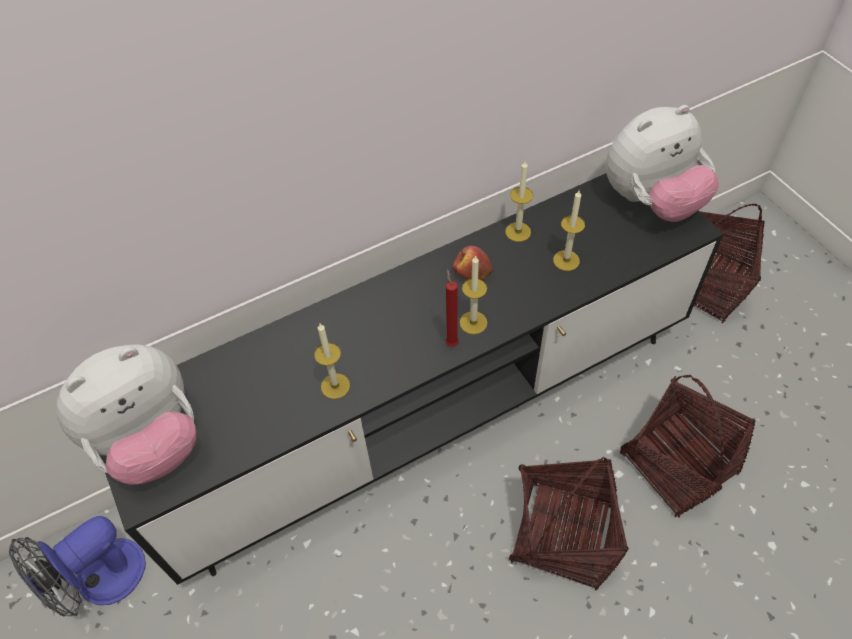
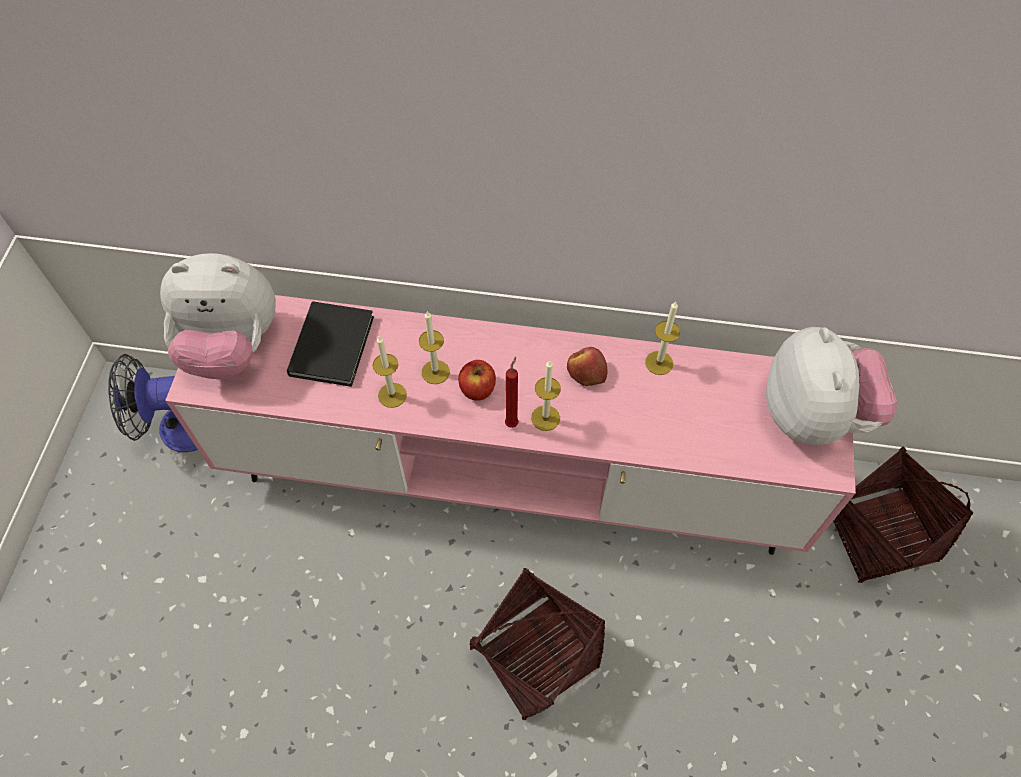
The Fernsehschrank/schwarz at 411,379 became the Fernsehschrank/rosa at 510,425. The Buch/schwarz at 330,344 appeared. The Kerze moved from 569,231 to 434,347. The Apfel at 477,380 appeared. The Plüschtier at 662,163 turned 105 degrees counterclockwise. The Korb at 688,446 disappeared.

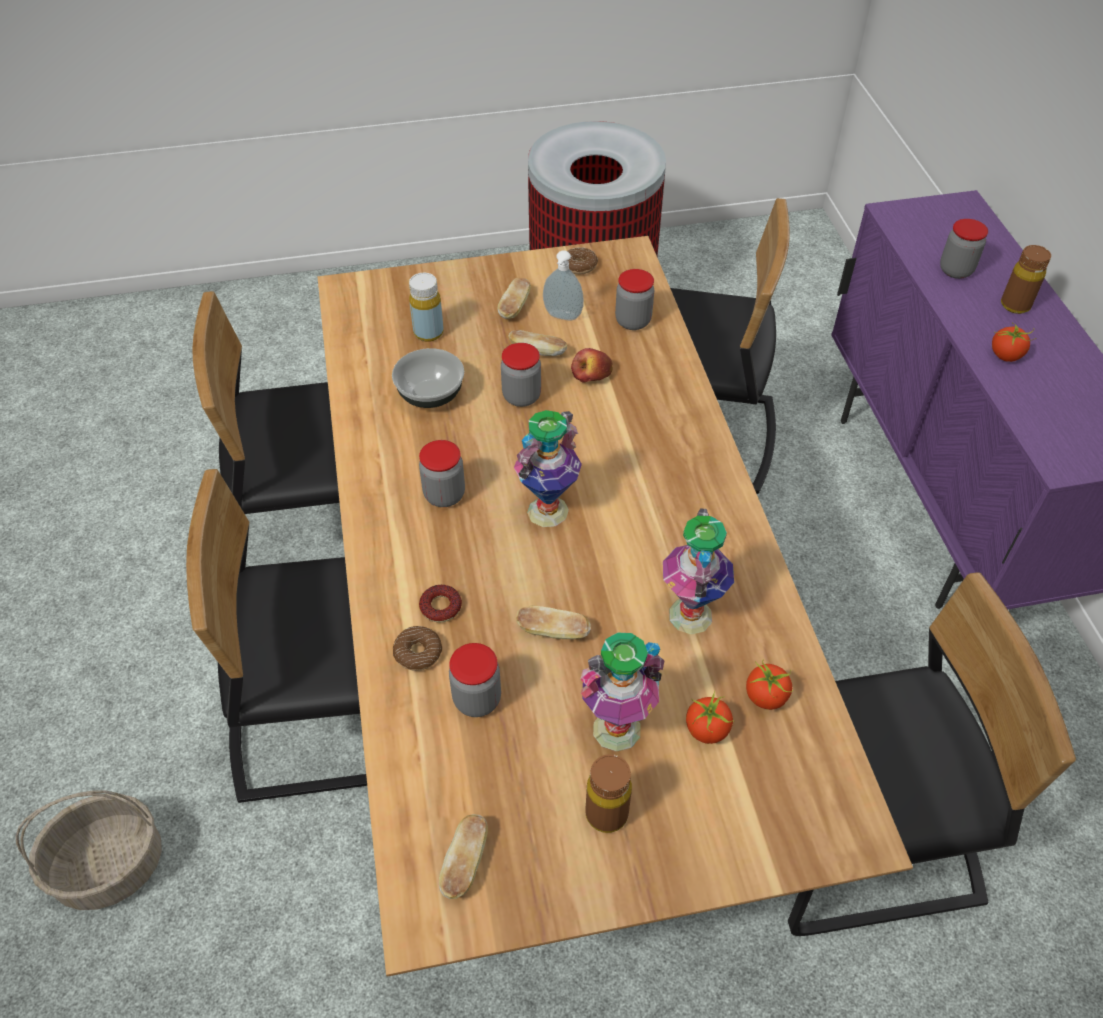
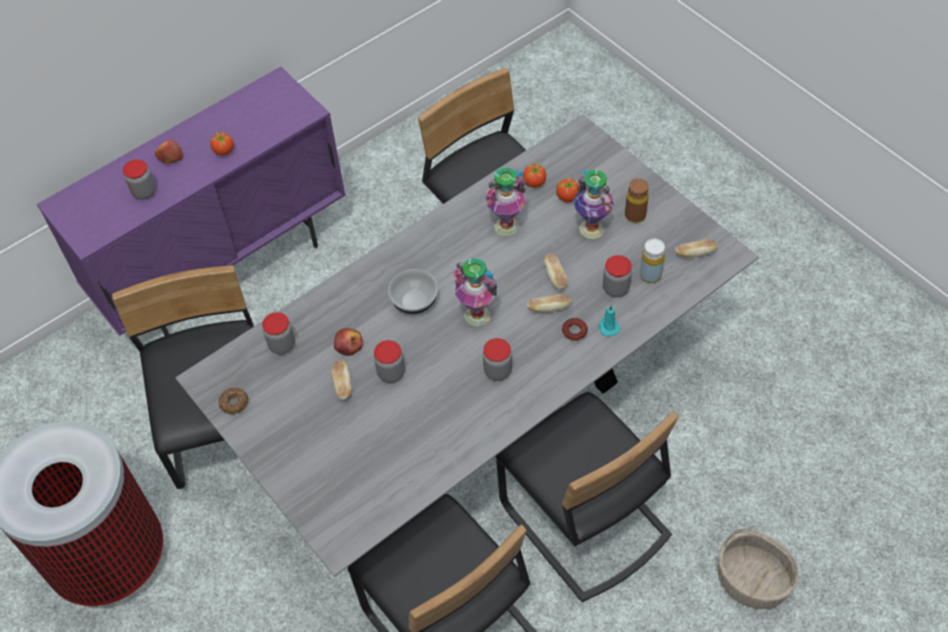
The Flasche/braun at 1026,279 was replaced by the Apfel at 169,152. The Esstisch/braun at 615,606 became the Esstisch/grau at 467,345. The Schüssel moved from 428,378 to 413,291. The Brot moved from 514,298 to 549,303. The Donut at 417,648 was replaced by the Kerze/türkis at 609,320. The Flasche/gelb moved from 426,307 to 652,261. The Seifenspender at 563,285 disappeared.

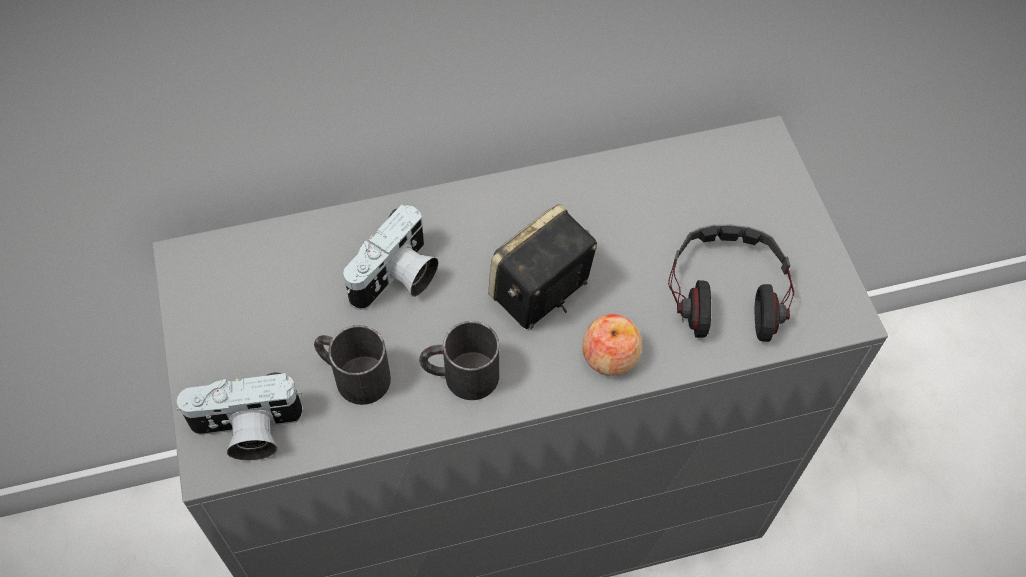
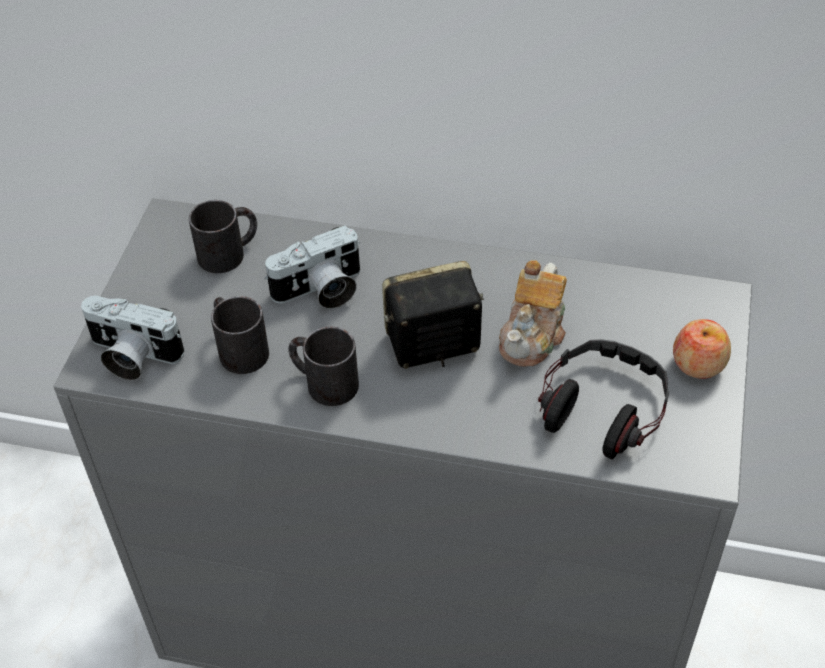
The Henkelbecher/schwarz at 223,236 appeared. The Teekanne at 533,313 appeared. The Apfel moved from 612,345 to 702,349.

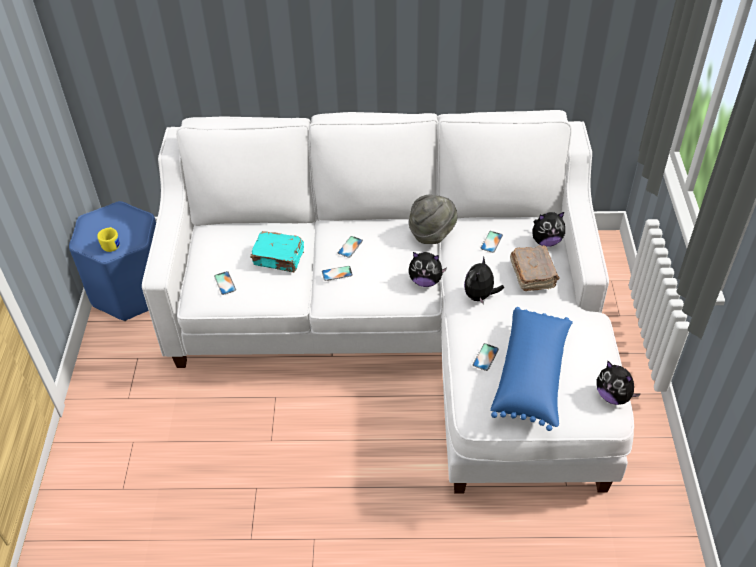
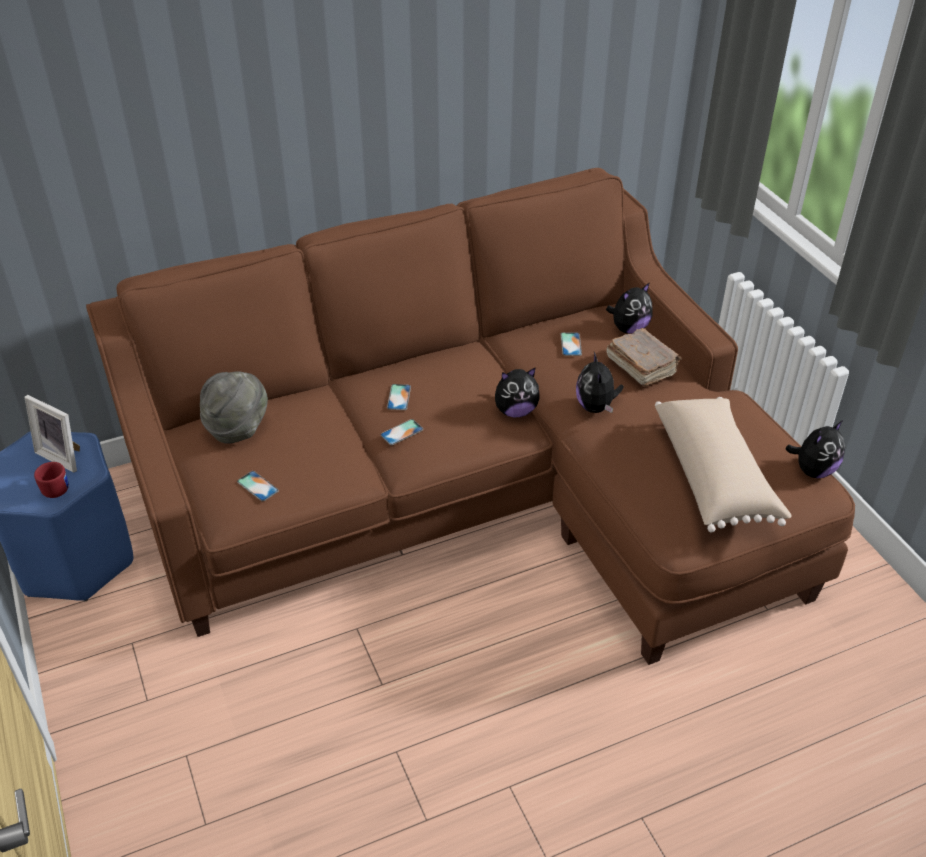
The Bilderrahmen at 52,433 appeared. The Henkelbecher/gelb at 108,239 became the Henkelbecher/rot at 51,480. The Sofa/weiß at 388,302 became the Sofa/braun at 470,416. The Hut/grau moved from 433,219 to 234,408. The Kissen/blau at 531,369 became the Kissen/beige at 723,465. The Plüschtier at 618,383 turned 60 degrees counterclockwise. The Buch/türkis at 277,252 disappeared. The Handy at 486,357 disappeared.

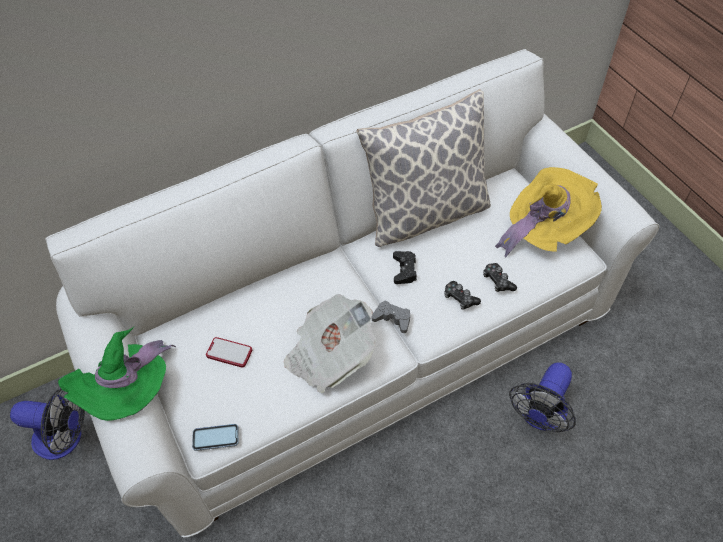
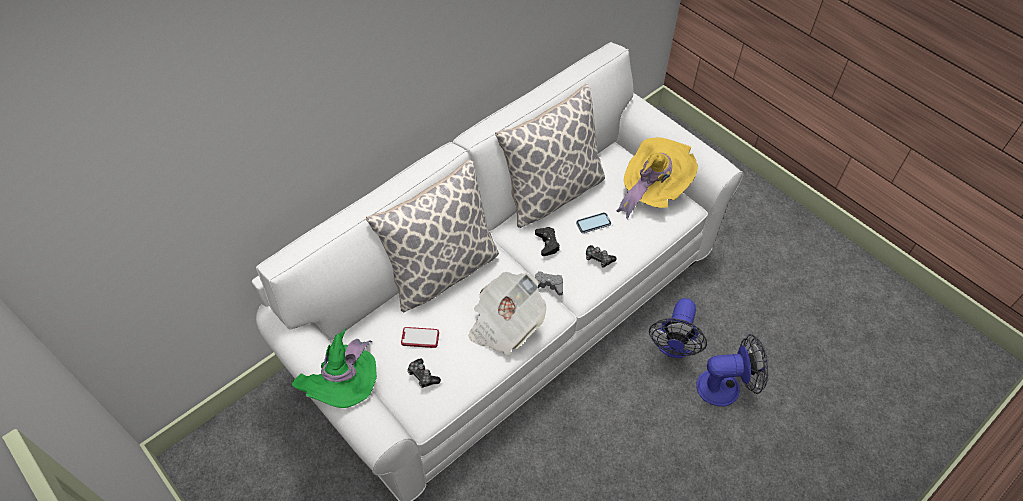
The Kissen at 432,235 appeared. The Gamepad moved from 500,277 to 424,373. The Handy moved from 215,437 to 593,223. The Ventilator moved from 47,424 to 732,370.

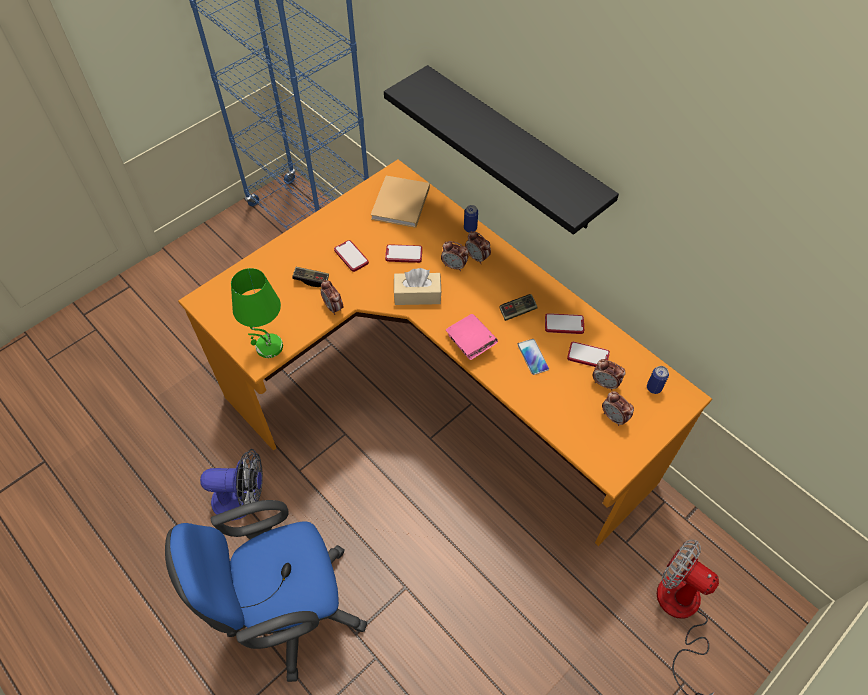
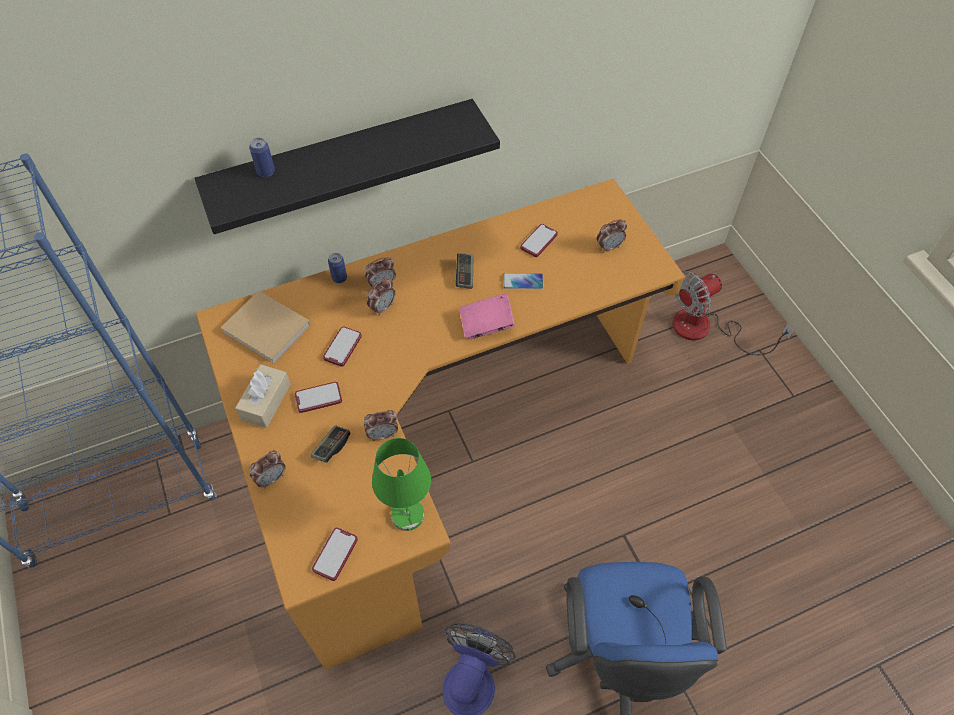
The Taschentuchbox/beige moved from 418,286 to 263,396. The Dose moved from 658,380 to 262,157. The Wecker moved from 609,375 to 267,469. The Handy moved from 564,323 to 335,554.

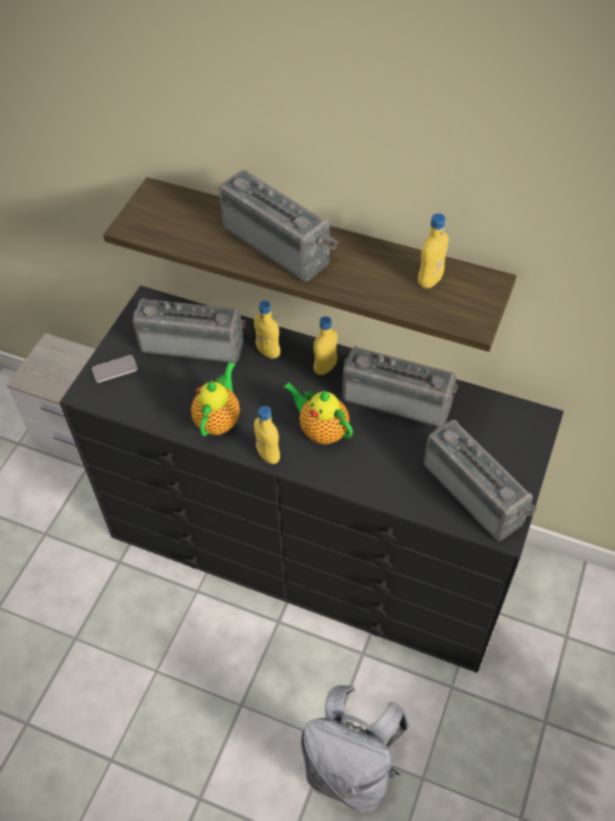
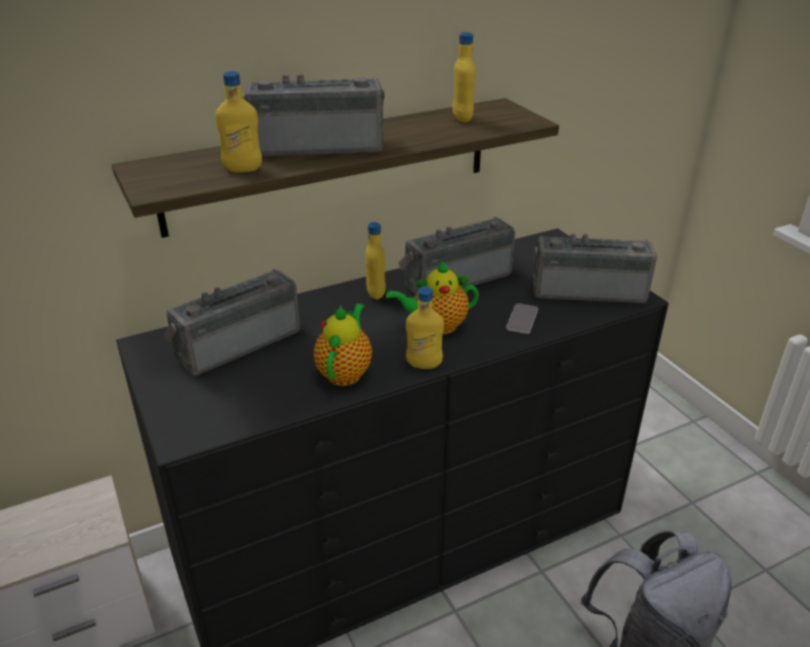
The Flasche/gelb moved from 267,330 to 238,121. The Teekanne at 215,399 turned 45 degrees clockwise. The Handy moved from 114,369 to 522,318.

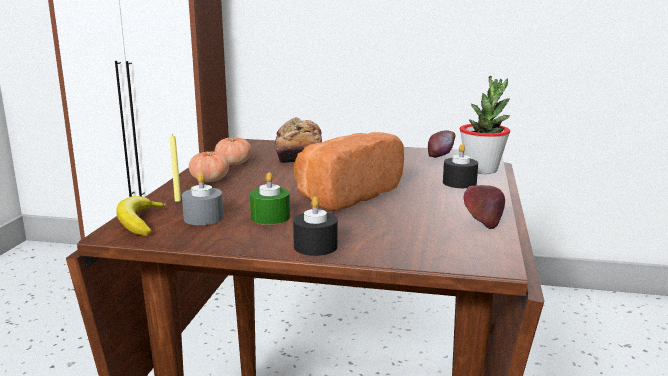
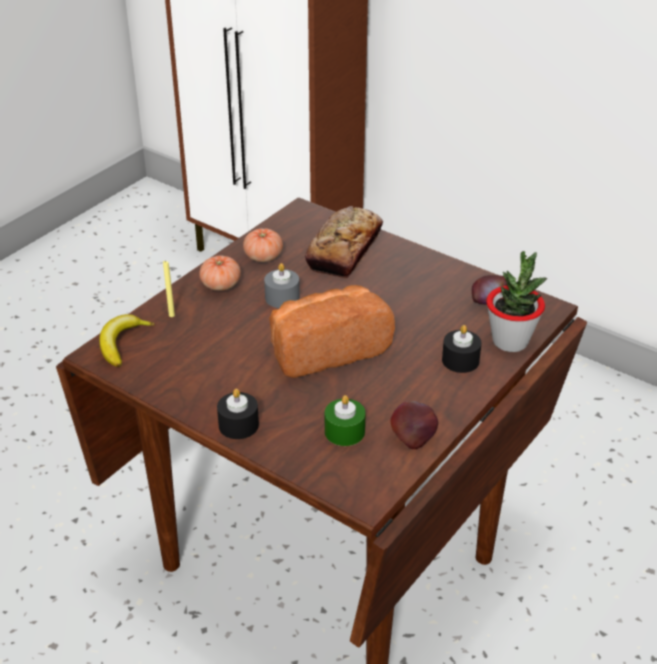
The Kerze/grau moved from 203,199 to 282,285. The Kerze/grün moved from 270,198 to 345,420.

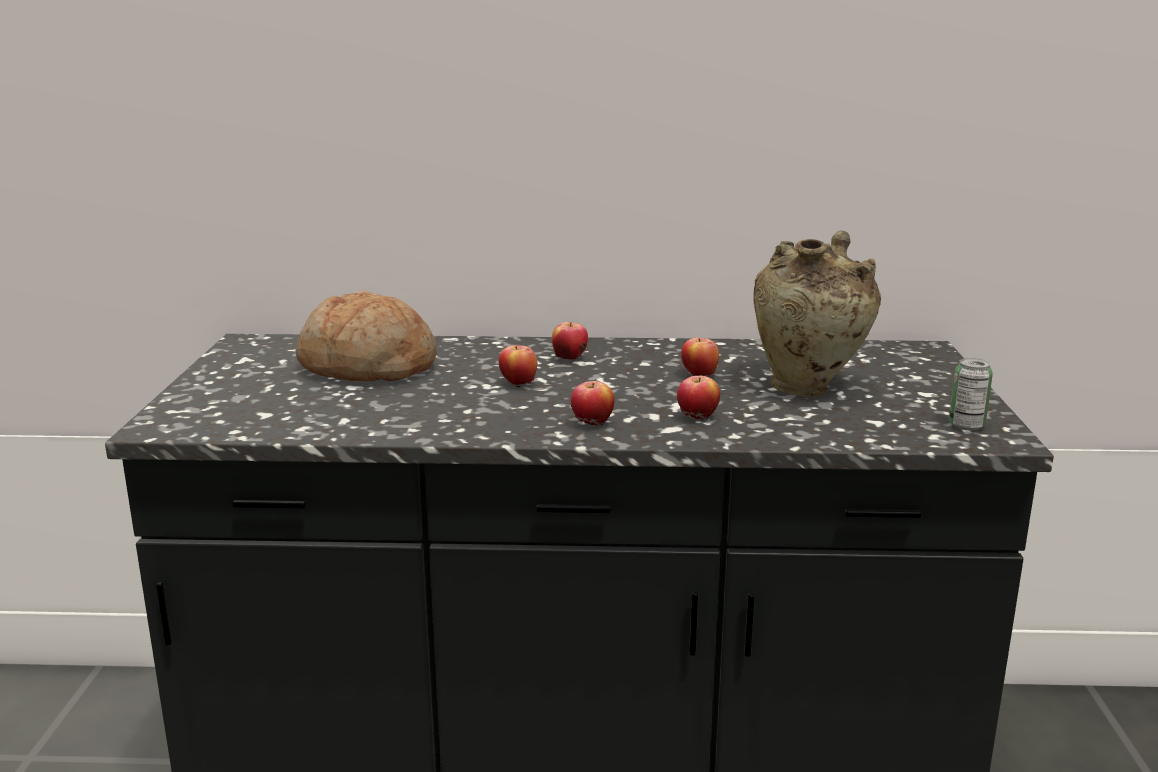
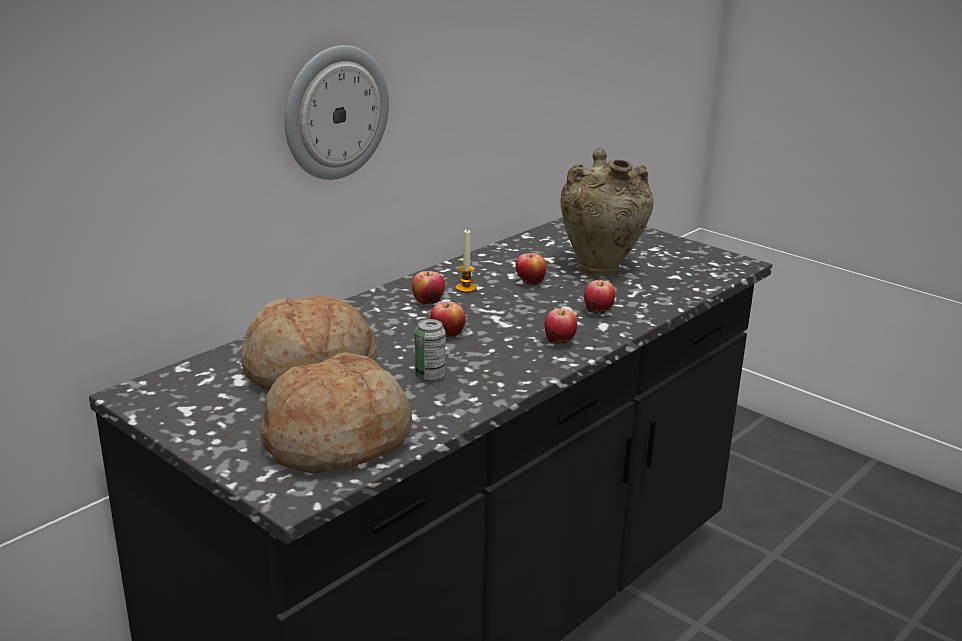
The Brot at 337,412 appeared. The Wanduhr at 337,112 appeared. The Dose moved from 971,394 to 430,350. The Kerze at 466,261 appeared.

